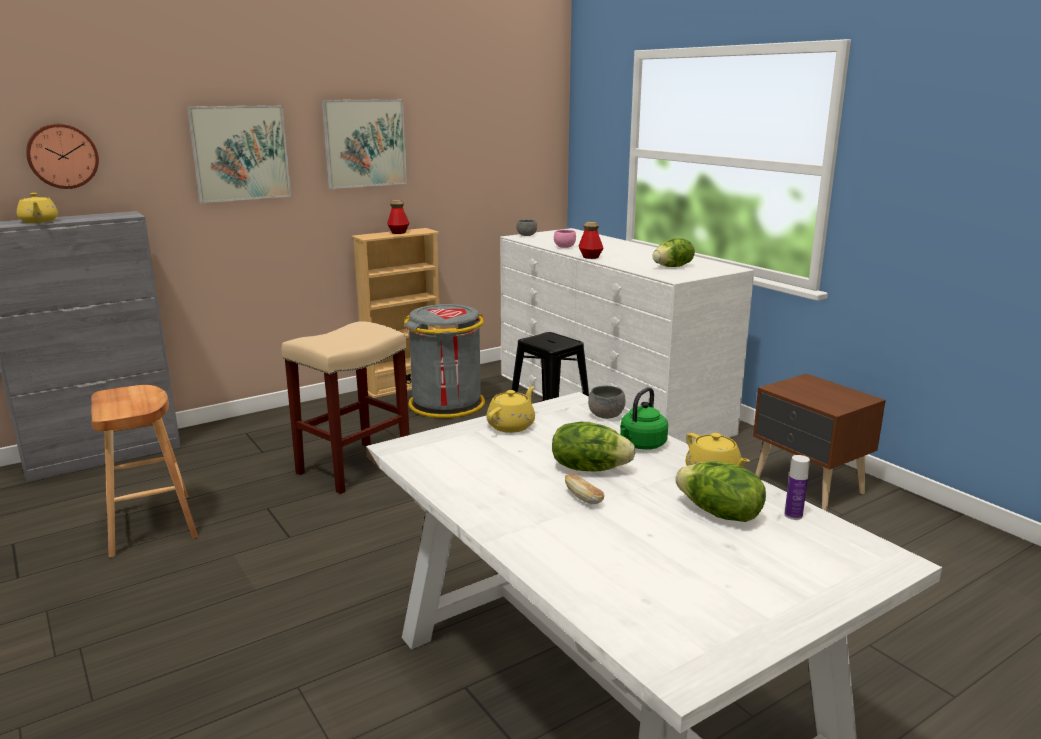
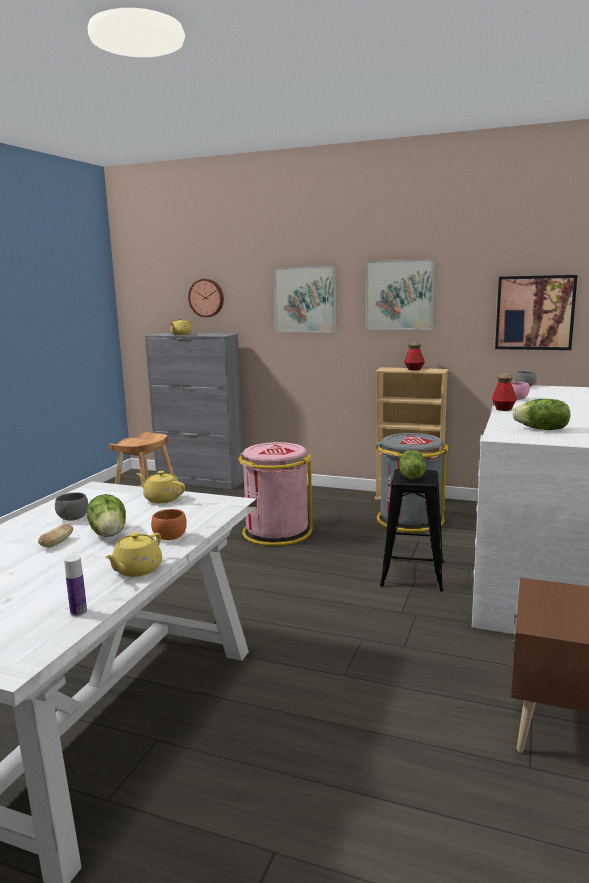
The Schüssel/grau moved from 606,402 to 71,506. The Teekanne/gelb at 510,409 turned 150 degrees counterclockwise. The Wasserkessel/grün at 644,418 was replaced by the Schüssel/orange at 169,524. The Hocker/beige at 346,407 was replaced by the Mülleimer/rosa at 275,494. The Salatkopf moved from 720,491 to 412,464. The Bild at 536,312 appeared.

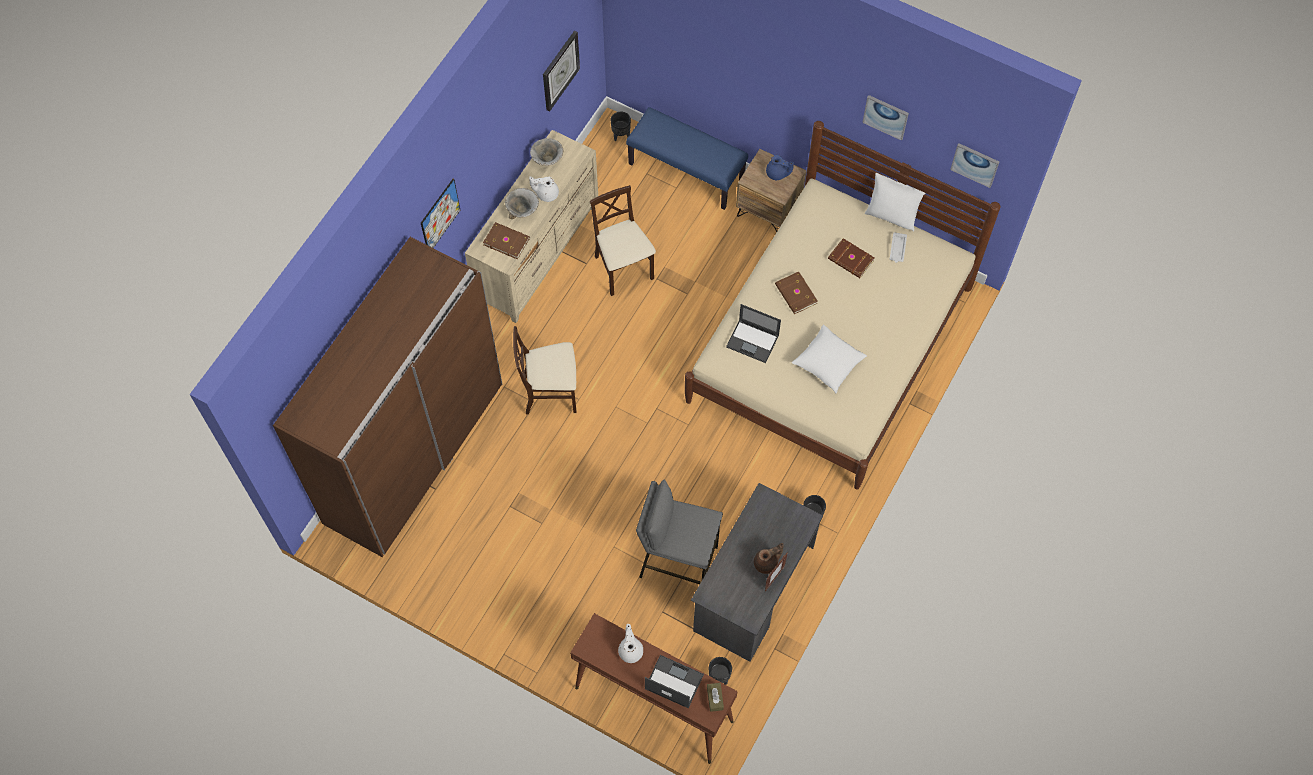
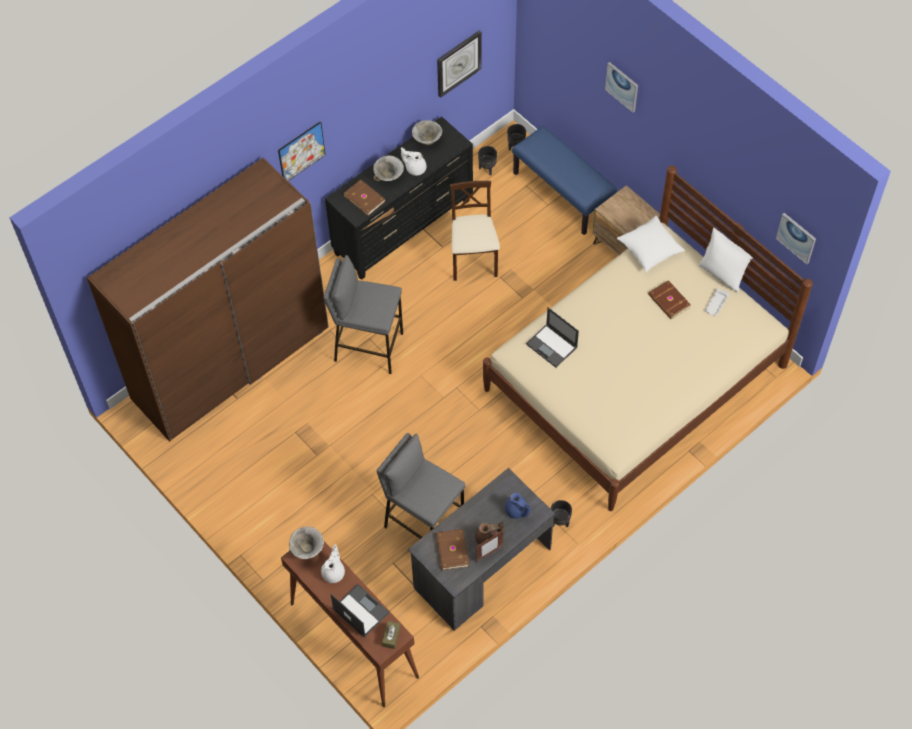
The Schüssel at 306,542 appeared. The Stuhl/beige at 545,370 was replaced by the Hocker/grau at 363,314. The Kommode/beige at 531,226 became the Kommode/schwarz at 399,198. The Buch/braun moved from 796,293 to 452,549. The Pflanzkübel/schwarz moved from 720,671 to 487,160. The Teekanne/blau moved from 780,167 to 517,505. The Bild moved from 885,118 to 621,87. The Kissen/weiß moved from 829,358 to 651,244.

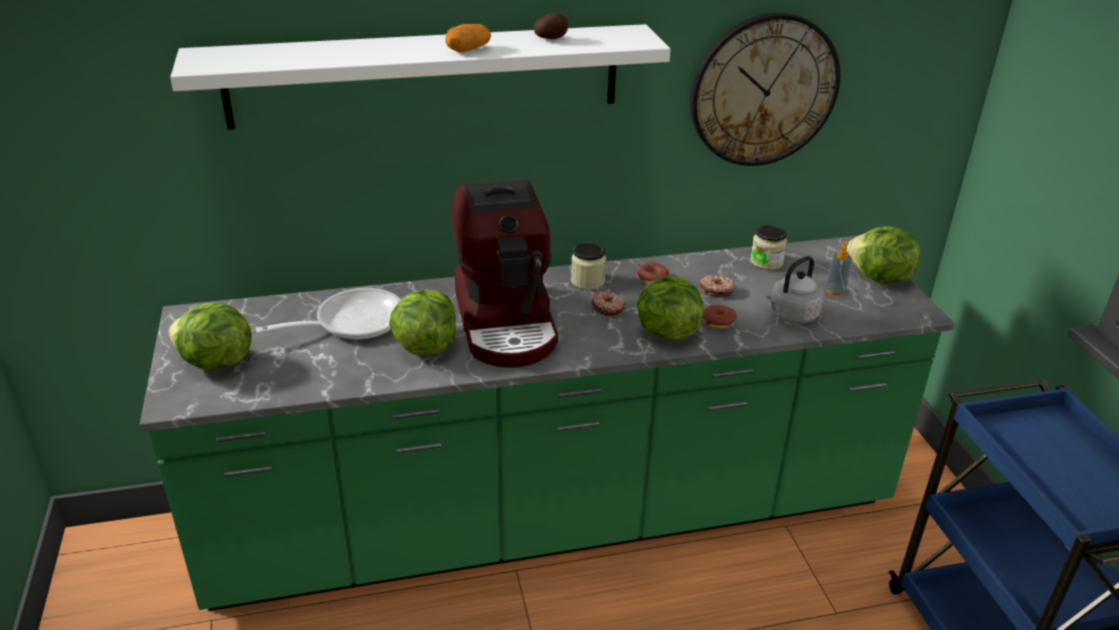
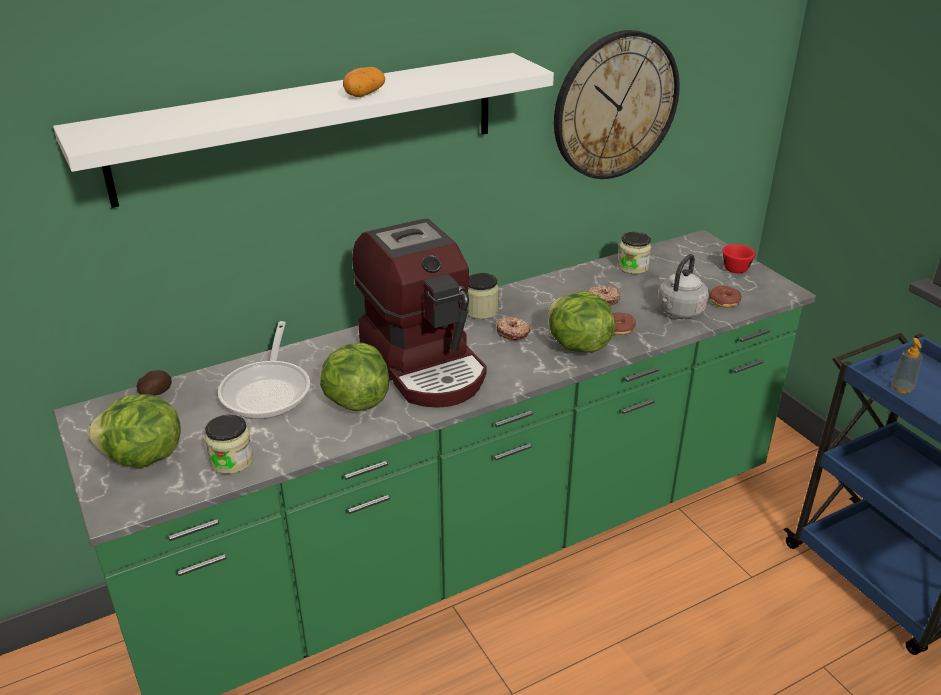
The Kartoffel moved from 551,26 to 154,383. The Vorratsglas at 229,444 appeared. The Pfanne at 328,314 turned 135 degrees clockwise. The Donut moved from 653,273 to 725,296. The Salatkopf at 883,255 was replaced by the Tasse/rot at 739,258. The Seifenspender moved from 838,268 to 907,365.

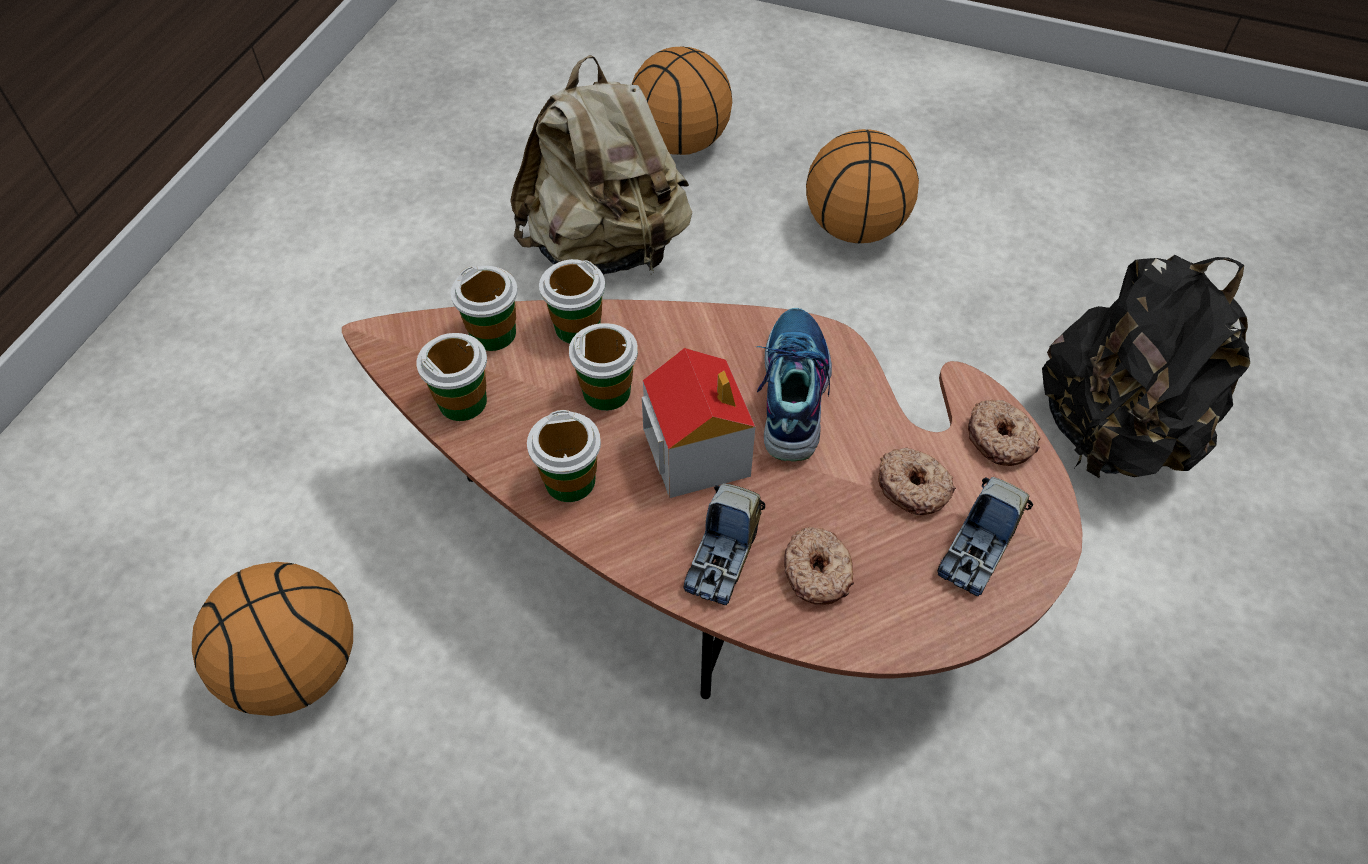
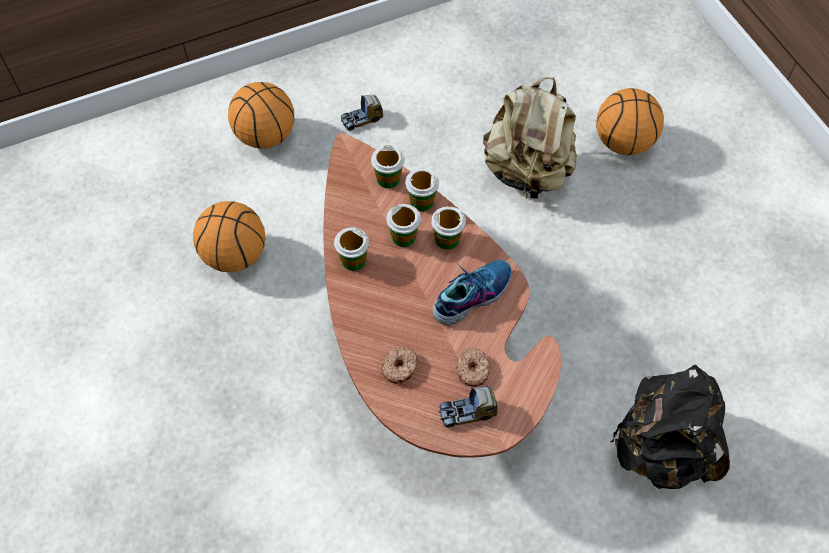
The Basketball moved from 862,186 to 261,115. The Spielzeuglaster moved from 725,544 to 362,112. The Tasse moved from 452,377 to 448,228. The Spielzeughaus at 698,423 disappeared. The Donut at 1004,433 disappeared.

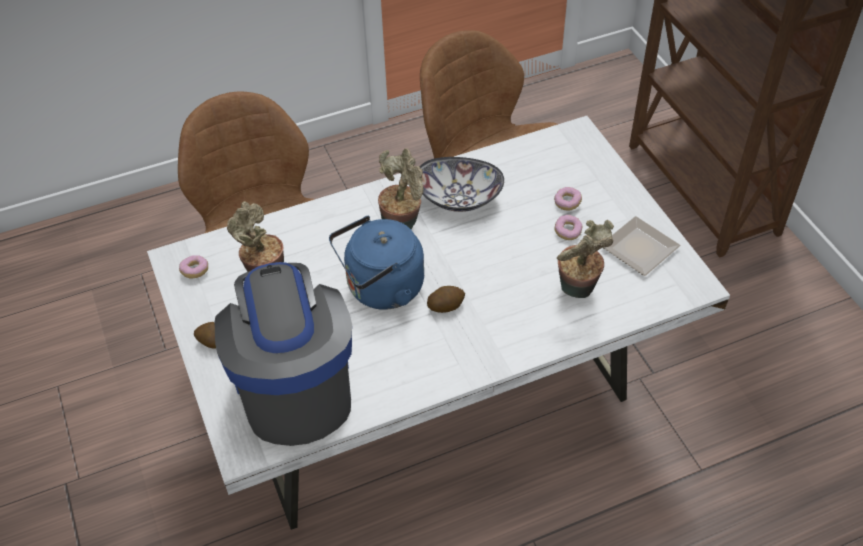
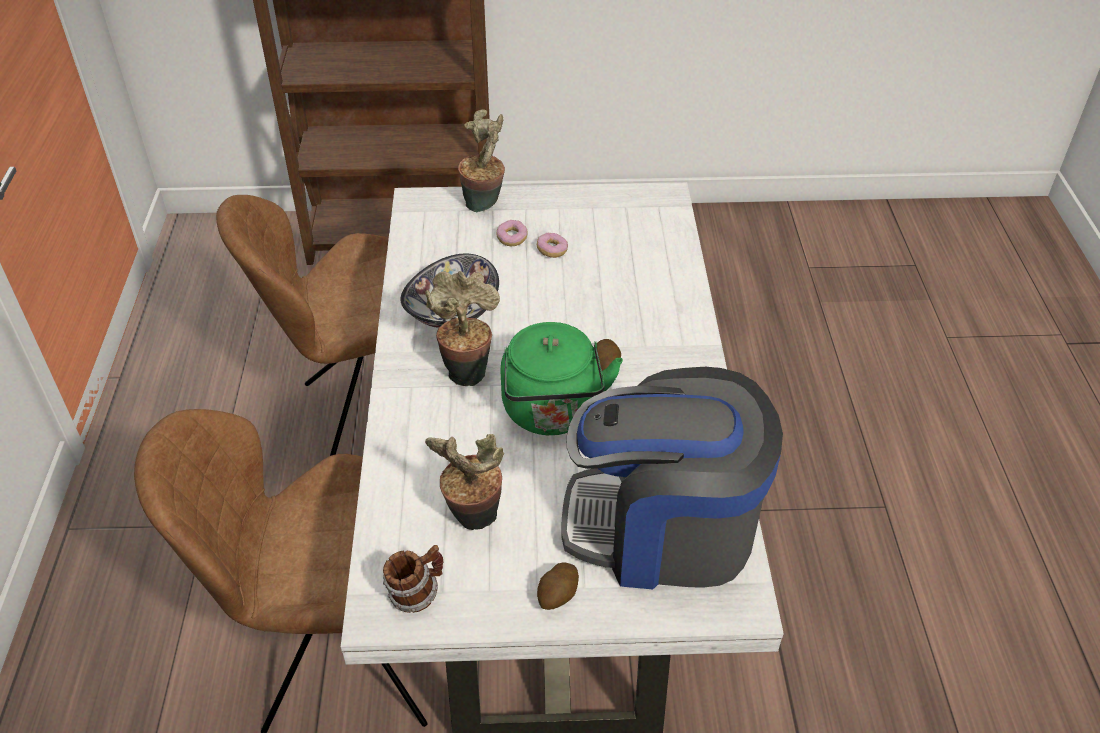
The Donut at 193,267 was replaced by the Henkelbecher at 413,579. The Topfpflanze moved from 585,259 to 481,161. The Wasserkessel/blau at 376,263 became the Wasserkessel/grün at 561,378. The Teller at 642,246 disappeared.

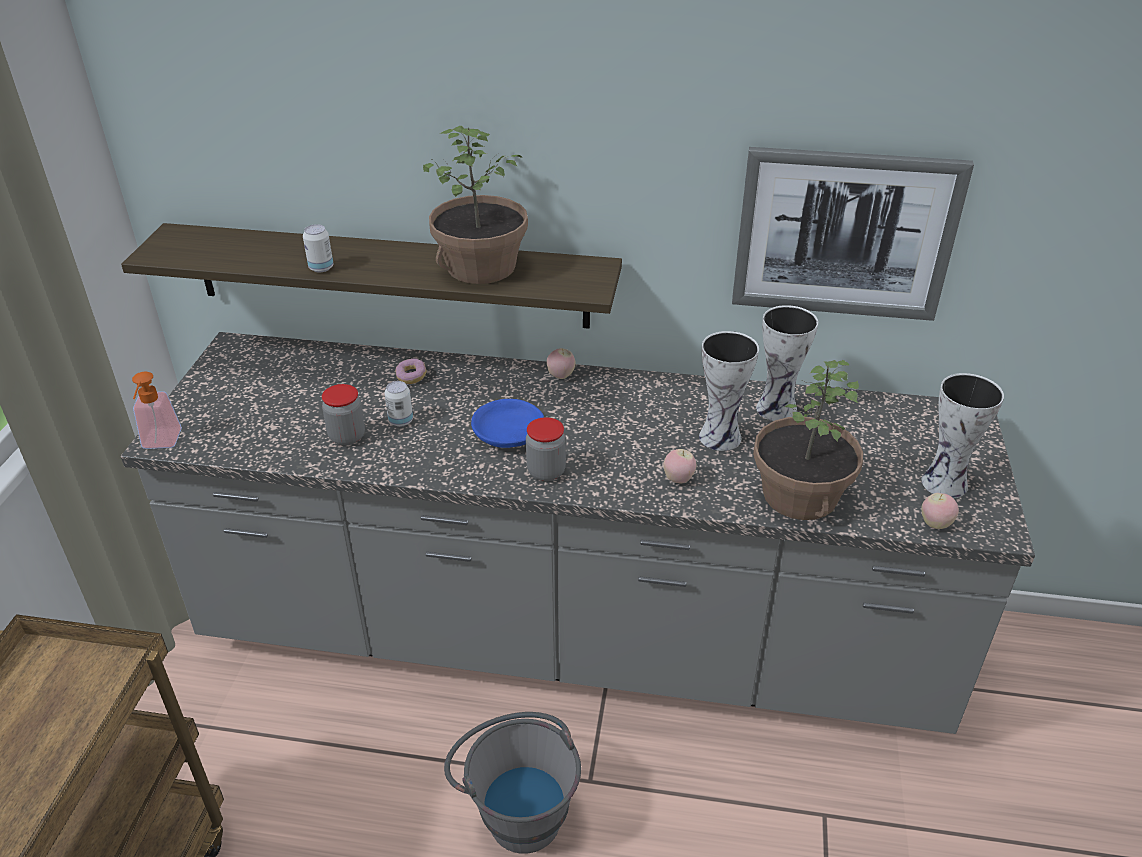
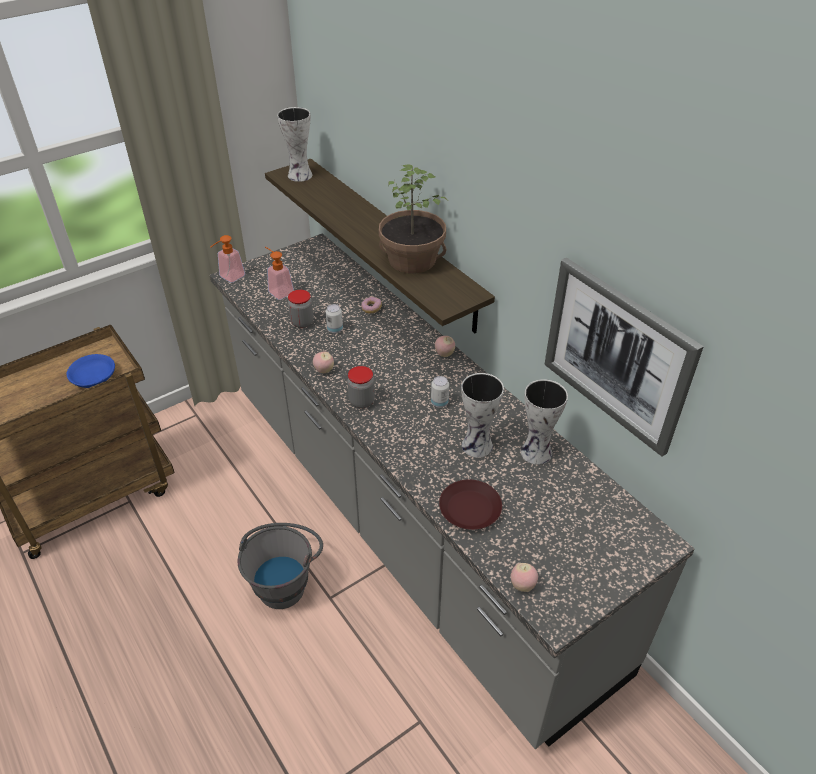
The Schüssel/blau moved from 507,423 to 91,371. The Seifenspender at 279,273 appeared. The Vase moved from 963,435 to 294,144. The Apfel moved from 680,466 to 323,362. The Dose moved from 318,248 to 440,392. The Topfpflanze at 808,440 was replaced by the Teller/braun at 470,504.

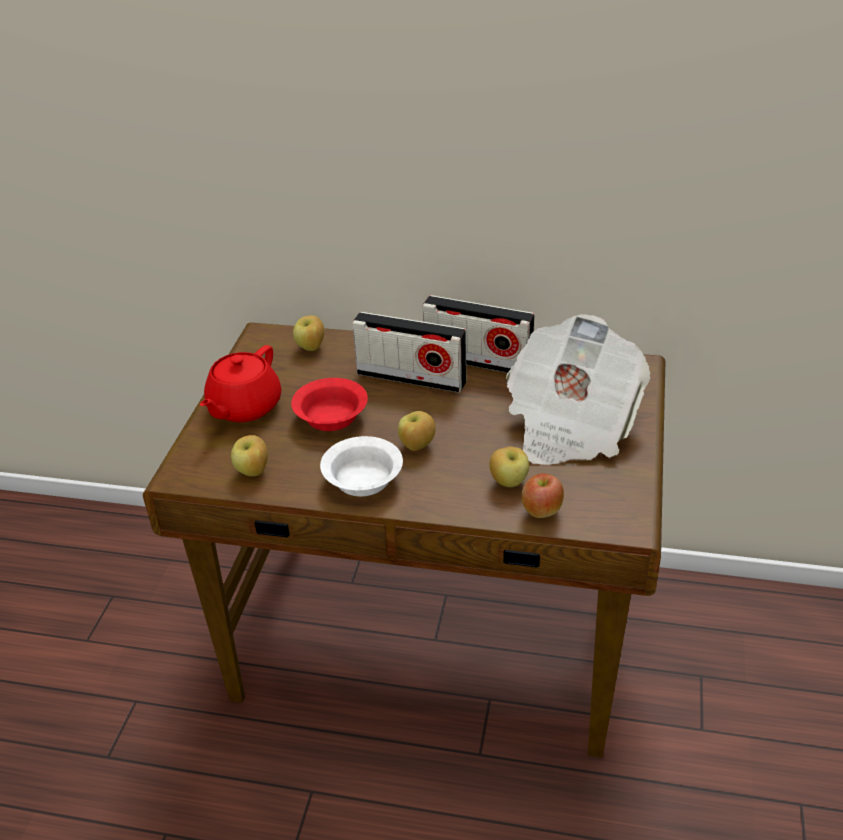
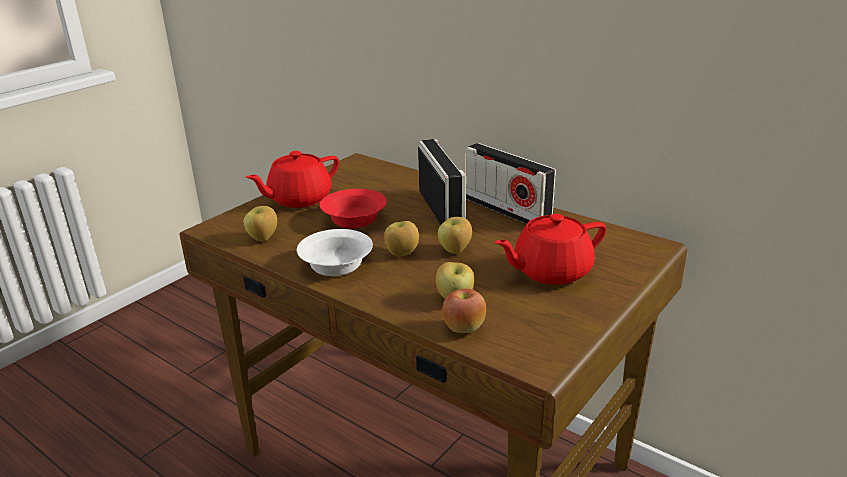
The Radio at 409,352 turned 150 degrees counterclockwise. The Apfel moved from 308,333 to 455,235. The Zeitung at 577,389 was replaced by the Teekanne/rot at 550,249.

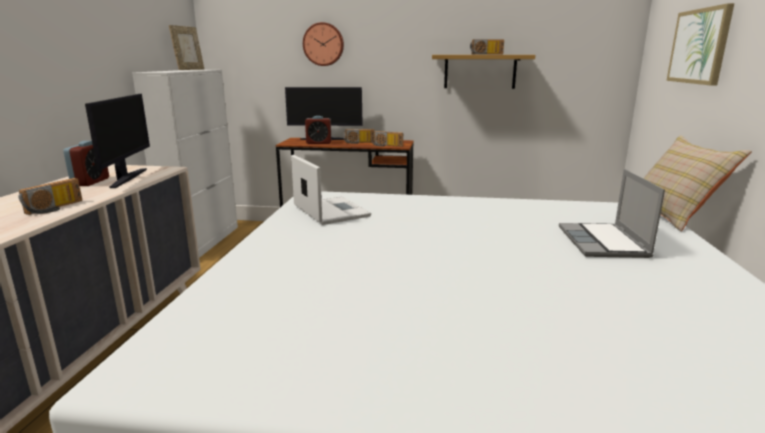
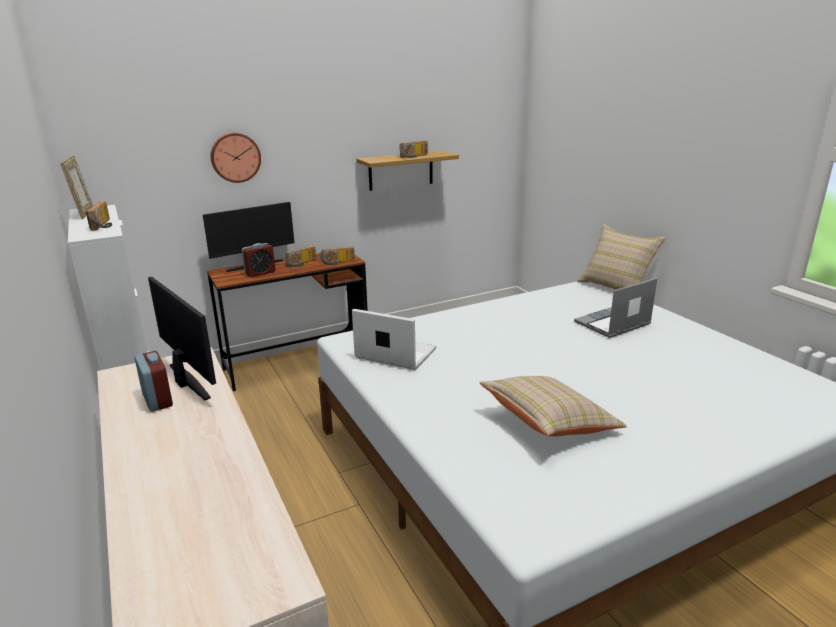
The Radio moved from 50,196 to 99,216. The Kissen/beige at 553,406 appeared. The Laptop at 612,213 turned 90 degrees clockwise. The Bild at 700,44 disappeared.

